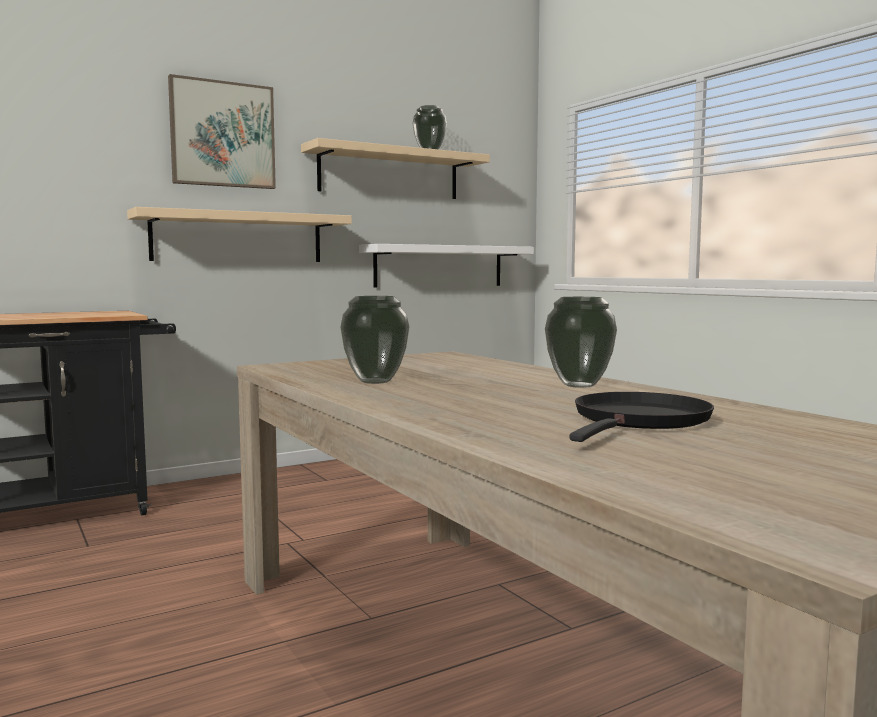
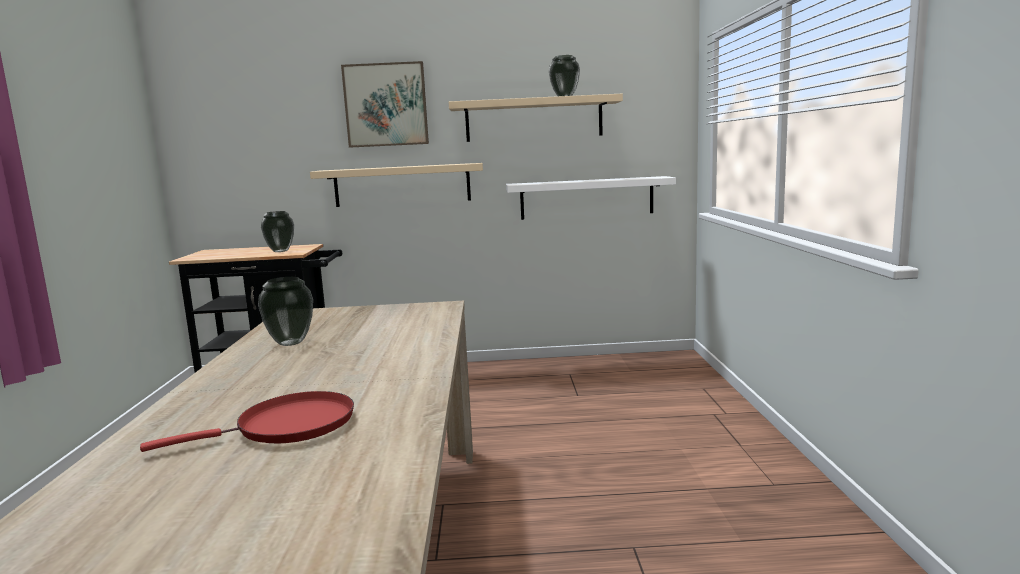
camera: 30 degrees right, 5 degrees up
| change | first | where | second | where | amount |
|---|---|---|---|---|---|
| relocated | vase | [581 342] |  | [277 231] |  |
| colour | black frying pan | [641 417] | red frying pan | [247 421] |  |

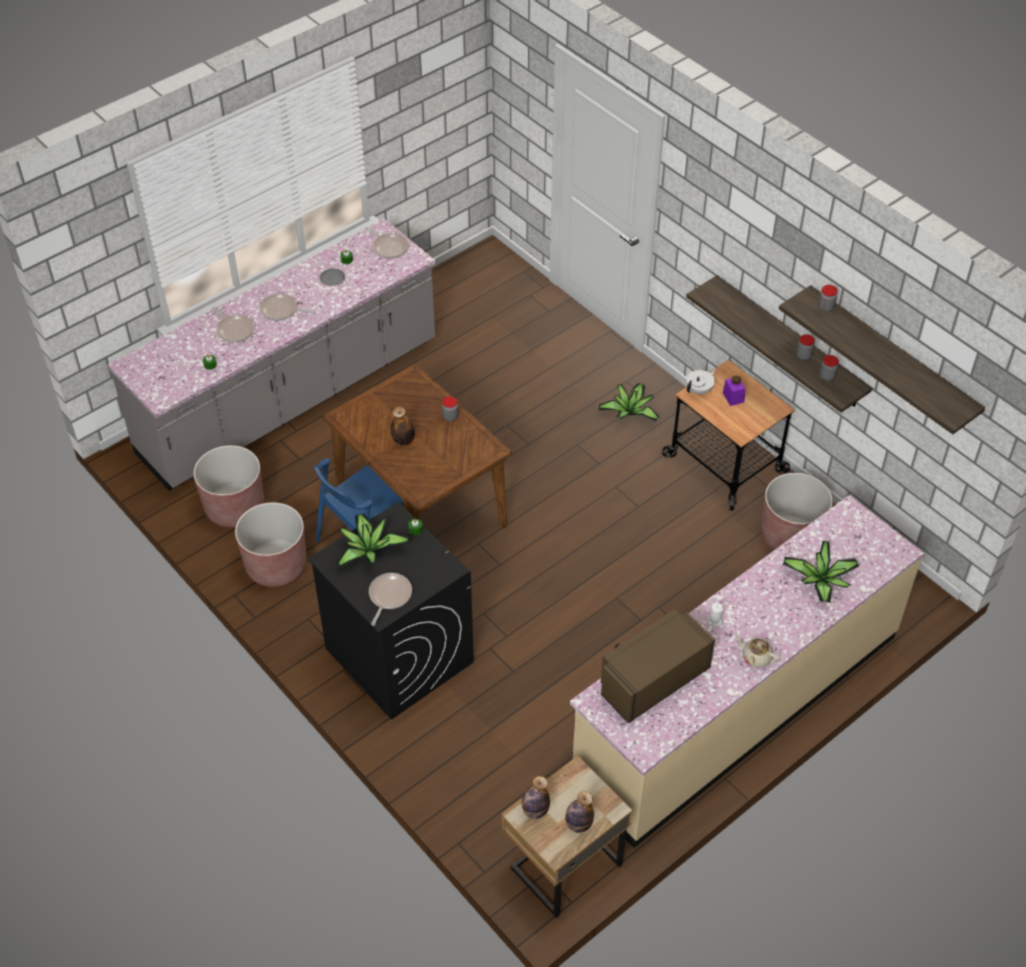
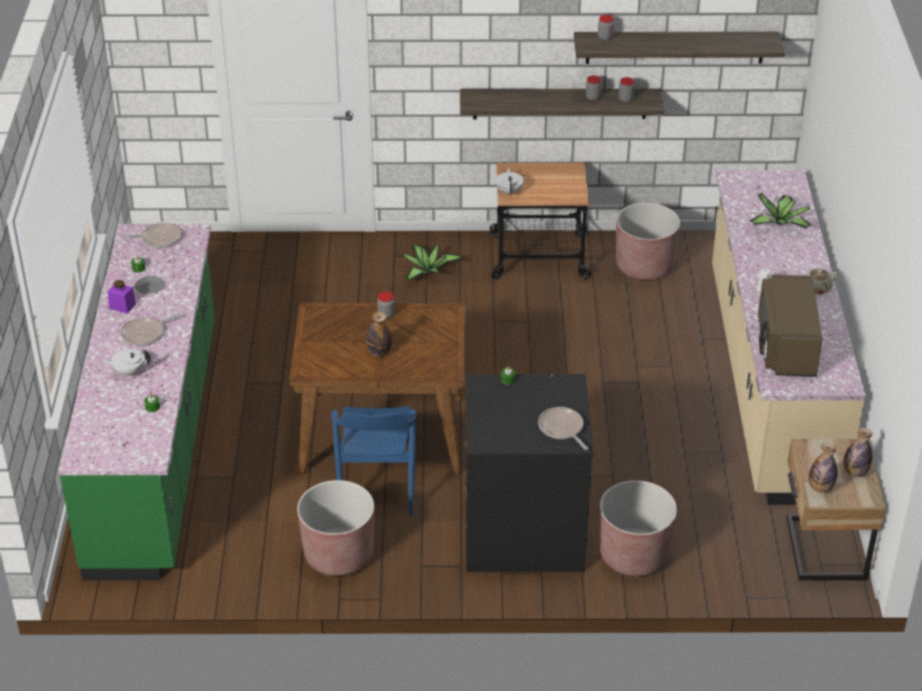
camera: 50 degrees left, 10 degrees down
| change | first | where | second | where | amount |
|---|---|---|---|---|---|
| colour | grey counter | [271 355] | green counter | [137 402] |  |
| exchanged | frying pan | [233 324] | white teapot | [126 363] |  |
| relocated | purple jar | [734 391] |  | [122 297] |  |
| relocated | brown planter | [228 486] |  | [638 528] |  |
| missing | potted plant | [372 541] |  |  |  |

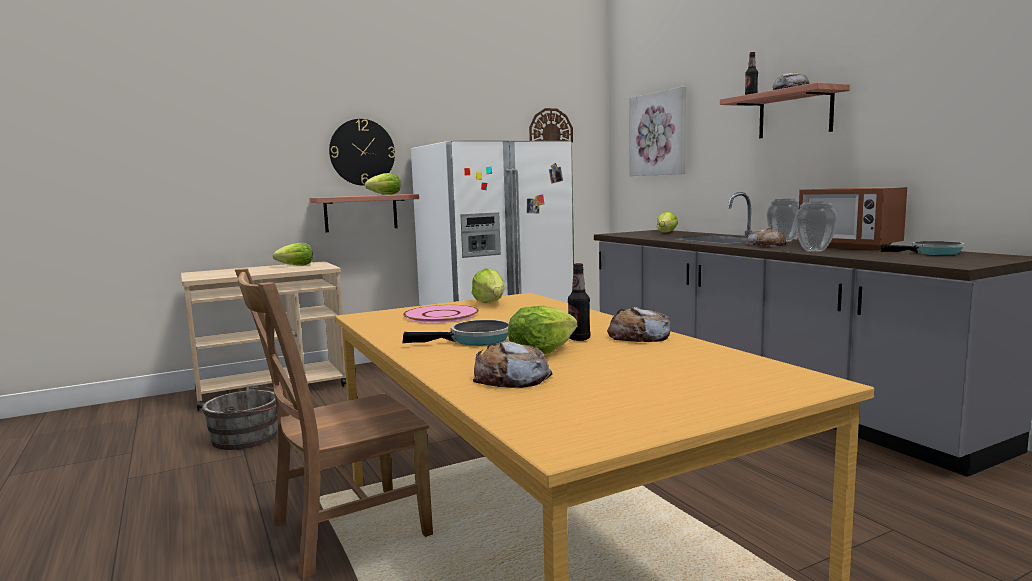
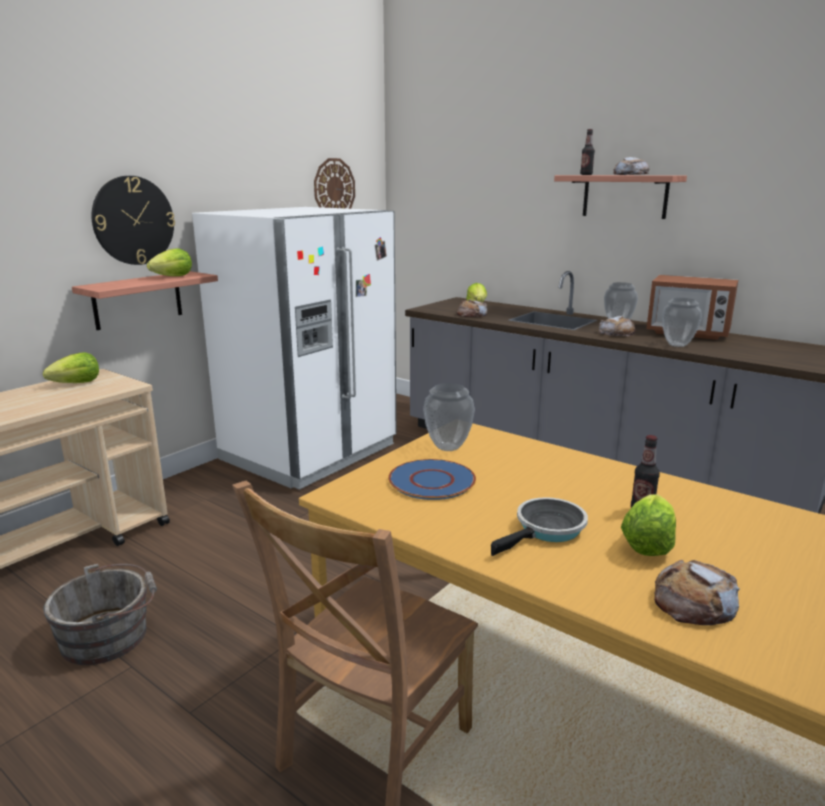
camera: 25 degrees left, 10 degrees up
| change | first | where | second | where | amount |
|---|---|---|---|---|---|
| missing | picture | [657 131] |  |  |  |
| missing | frying pan | [923 248] |  |  |  |
| exchanged | lettuce | [488 285] | vase | [449 417] |  |
| colour | pink plate | [441 314] | blue plate | [432 479] |  |
| relocated | bread | [638 324] |  | [472 308] |  |

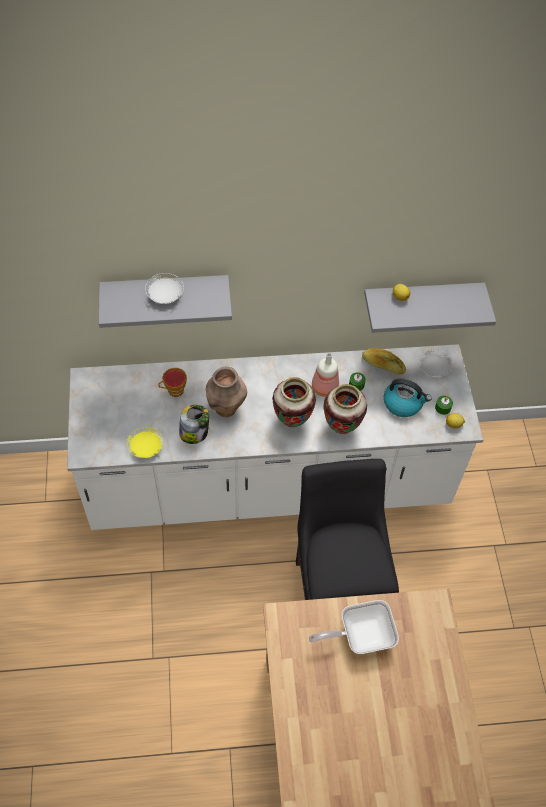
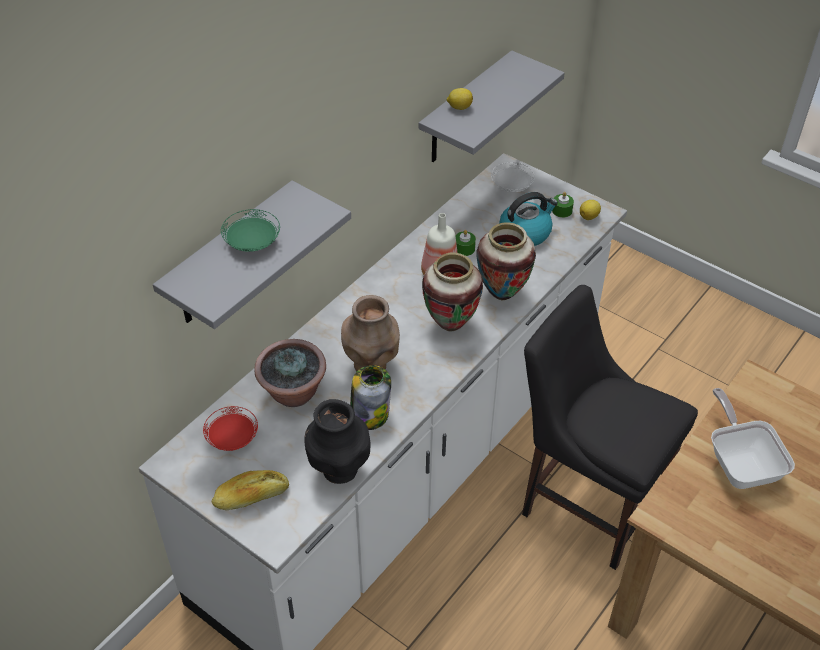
camera: 45 degrees left, 10 degrees down
| change | first | where | second | where | amount |
|---|---|---|---|---|---|
| colour | white plate | [164 288] | green plate | [250 230] |  |
| relocated | bread | [384 361] |  | [250 490] |  |
| exchanged | cup | [172 382] | potted plant | [290 373] |  |
| exchanged | yellow plate | [145 442] | black vase | [337 441] |  |
| spun | frying pan | [354 627] |  | [753 438] | 135 degrees clockwise |
| appeared |  |  | red plate | [230 428] |  |

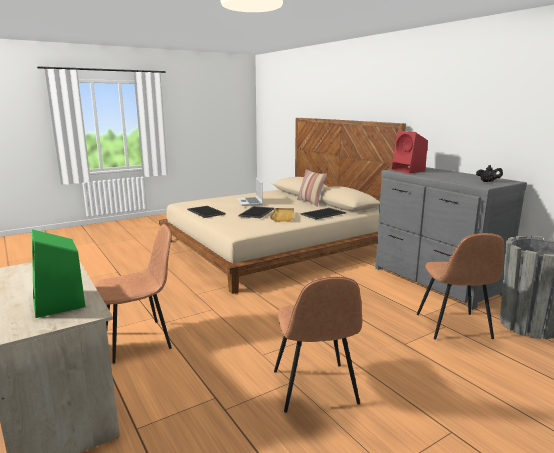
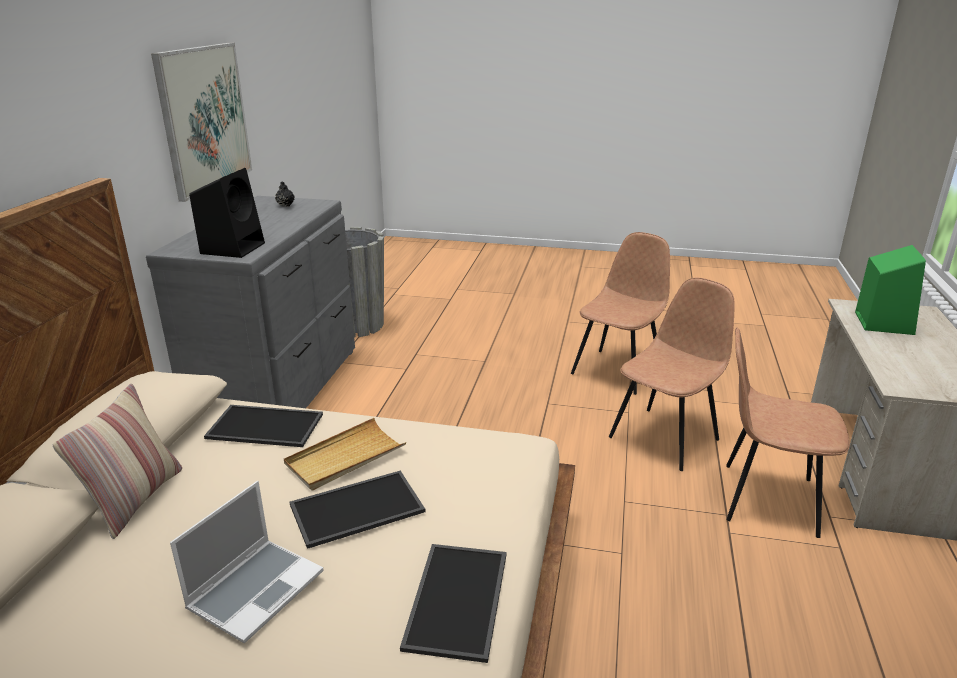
camera: 135 degrees left, 10 degrees up
| change | first | where | second | where | amount |
|---|---|---|---|---|---|
| colour | red speaker | [409 152] | black speaker | [227 213] |  |
| relocated | brown chair | [460 286] |  | [672 374] |  |
| appeared |  |  | picture | [201 122] |  |

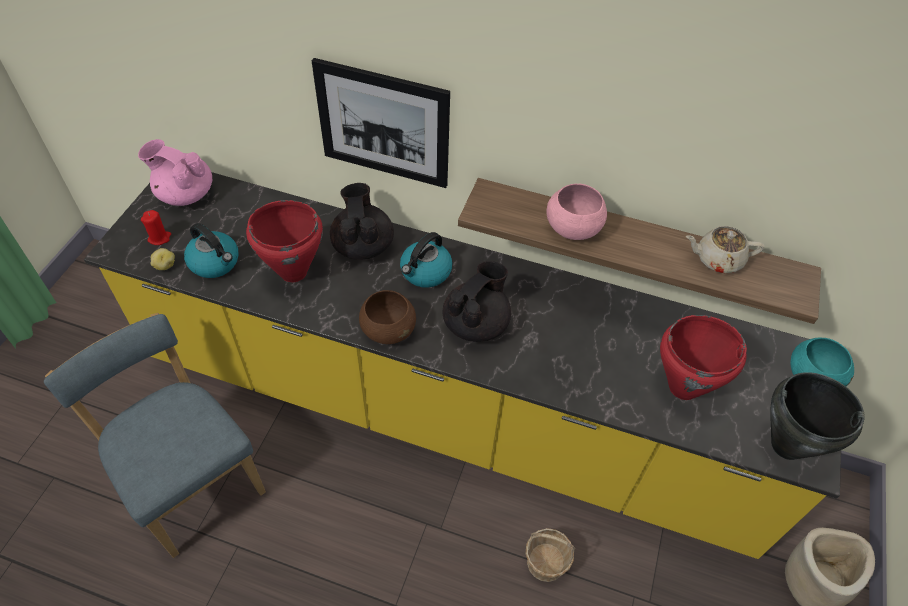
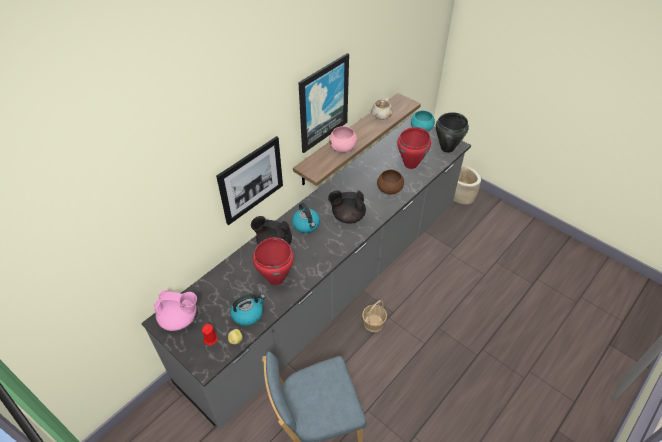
camera: 65 degrees left, 5 degrees down
| change | first | where | second | where | amount |
|---|---|---|---|---|---|
| spun | pink teapot | [175 172] |  | [175 310] | 135 degrees counterclockwise |
| colour | yellow counter | [462 365] | grey counter | [306 273] |  |
| spun | black teapot | [476 301] |  | [347 207] | 60 degrees counterclockwise |
| relocated | brown bowl | [387 317] |  | [390 182] |  |
| relocated | basket | [550 555] |  | [374 316] |  |
| appeared |  |  | picture | [323 103] |  |

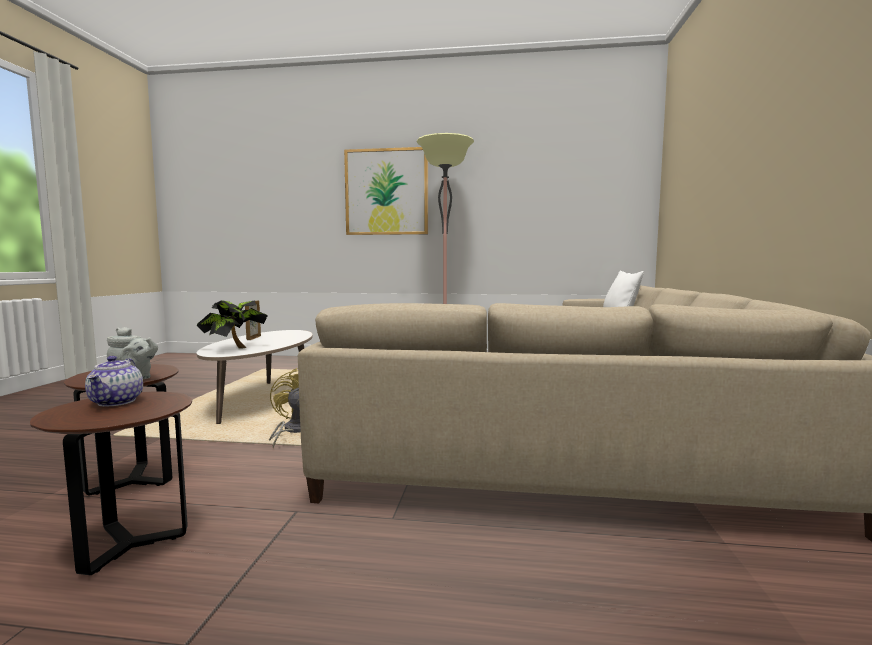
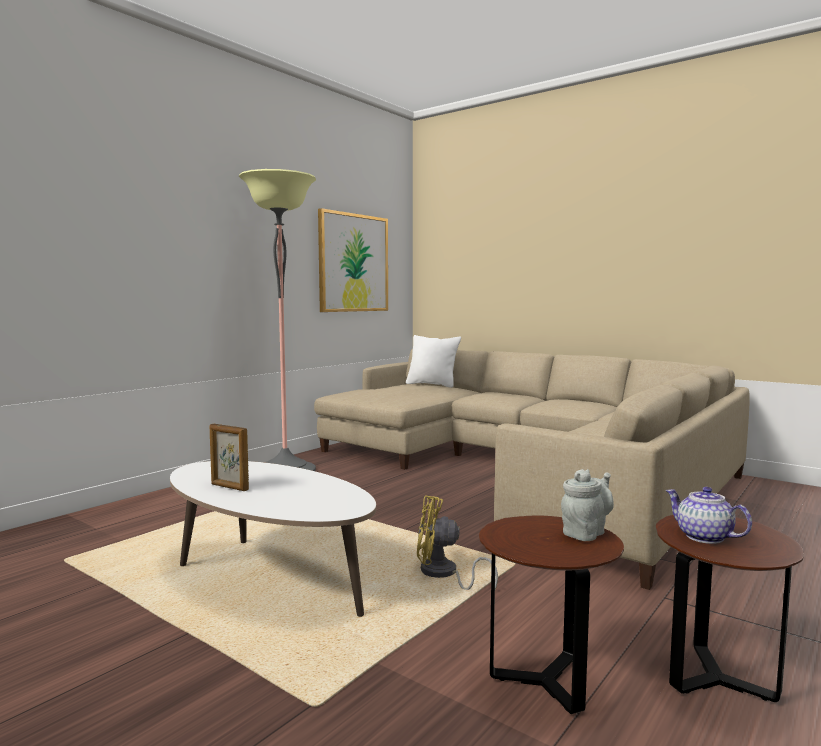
camera: 60 degrees left, 0 degrees up
| change | first | where | second | where | amount |
|---|---|---|---|---|---|
| relocated | picture | [386 191] |  | [353 260] |  |
| missing | potted plant | [232 324] |  |  |  |
| spun | teapot | [114 381] |  | [709 515] | 150 degrees counterclockwise |

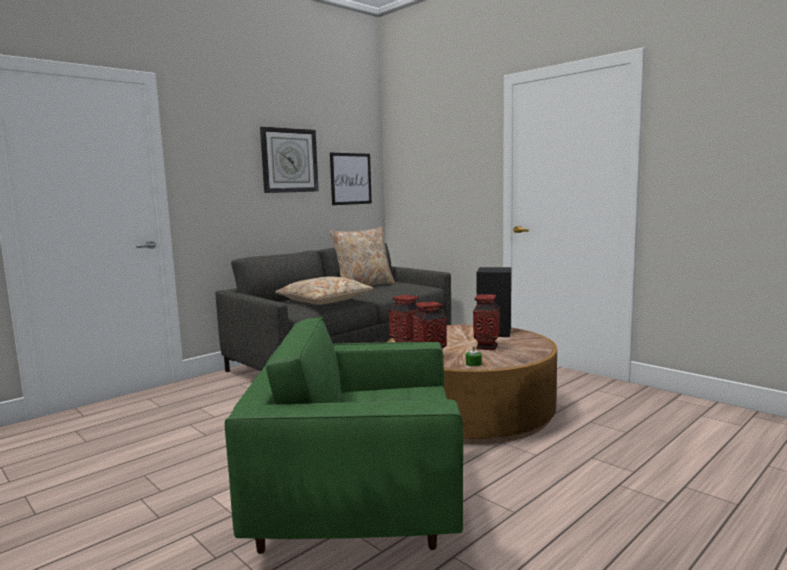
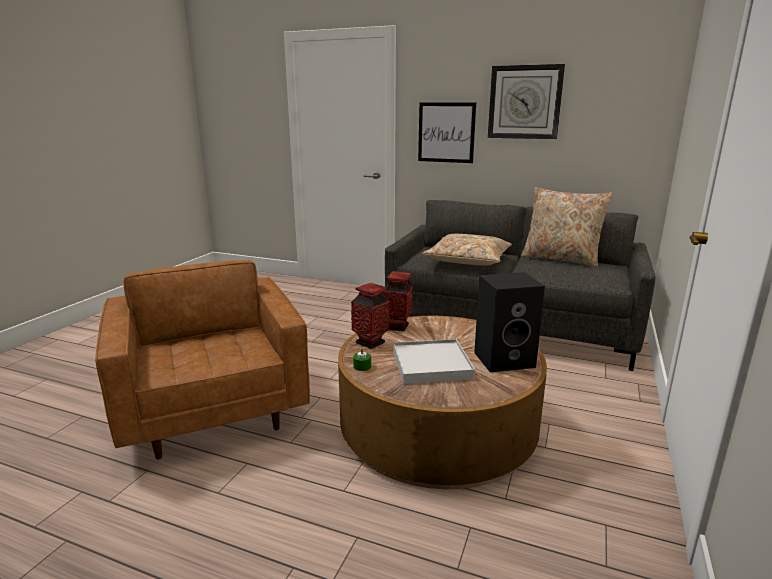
camera: 65 degrees right, 10 degrees up
| change | first | where | second | where | amount |
|---|---|---|---|---|---|
| relocated | picture | [351 179] |  | [447 133] |  |
| exchanged | vase | [486 322] | white tray | [434 361] |  |
| colour | green armchair | [344 435] | brown armchair | [202 360] |  |

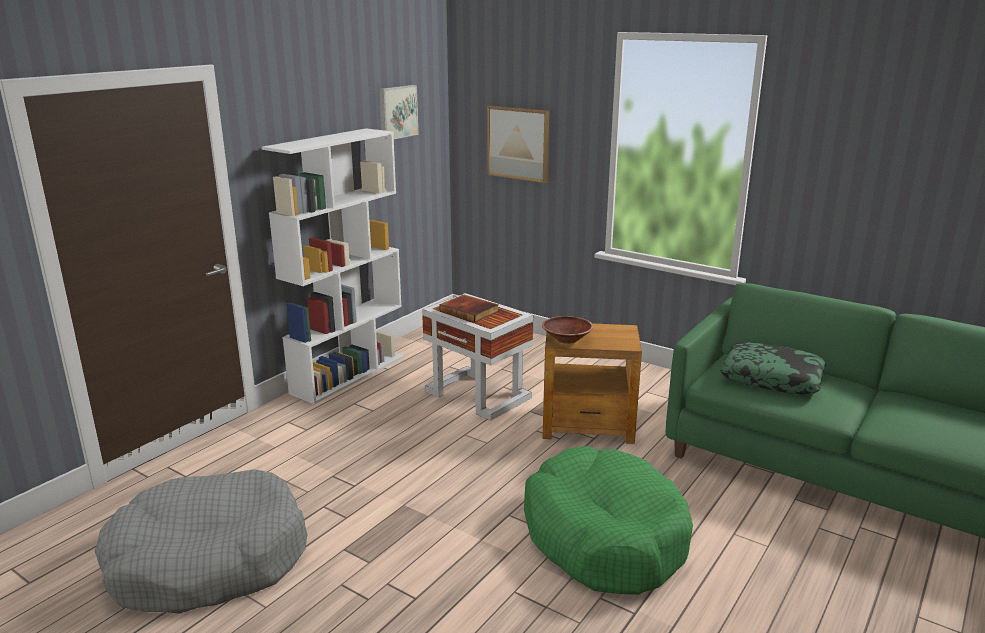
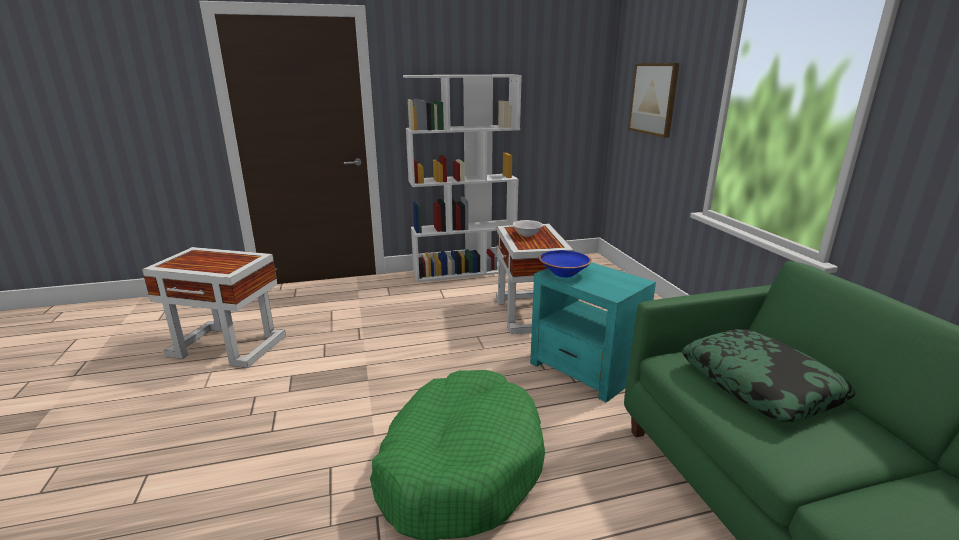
camera: 40 degrees right, 0 degrees up
| change | first | where | second | where | amount |
|---|---|---|---|---|---|
| missing | picture | [399 112] |  |  |  |
| exchanged | book | [469 308] | white bowl | [527 228] |  |
| colour | brown bowl | [567 330] | blue bowl | [565 263] |  |
| colour | brown side table | [592 383] | turquoise side table | [593 332] |  |
| exchanged | grey dog bed | [201 541] | white side table | [214 307] |  |

